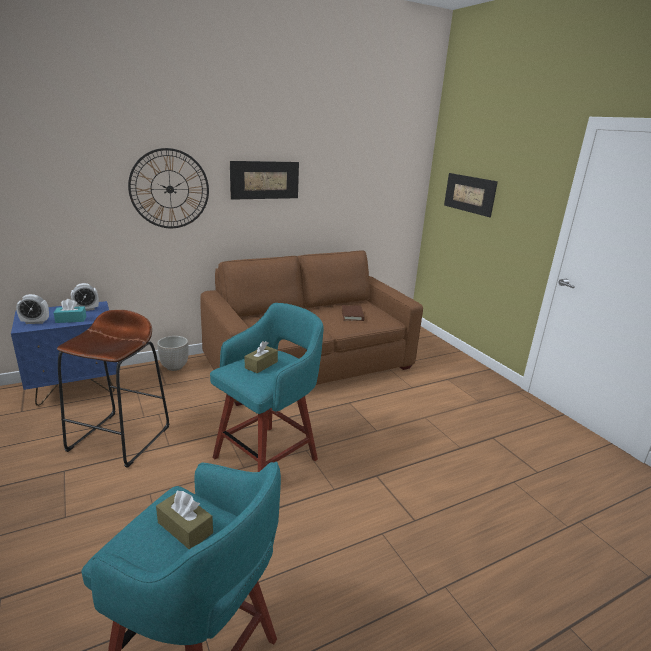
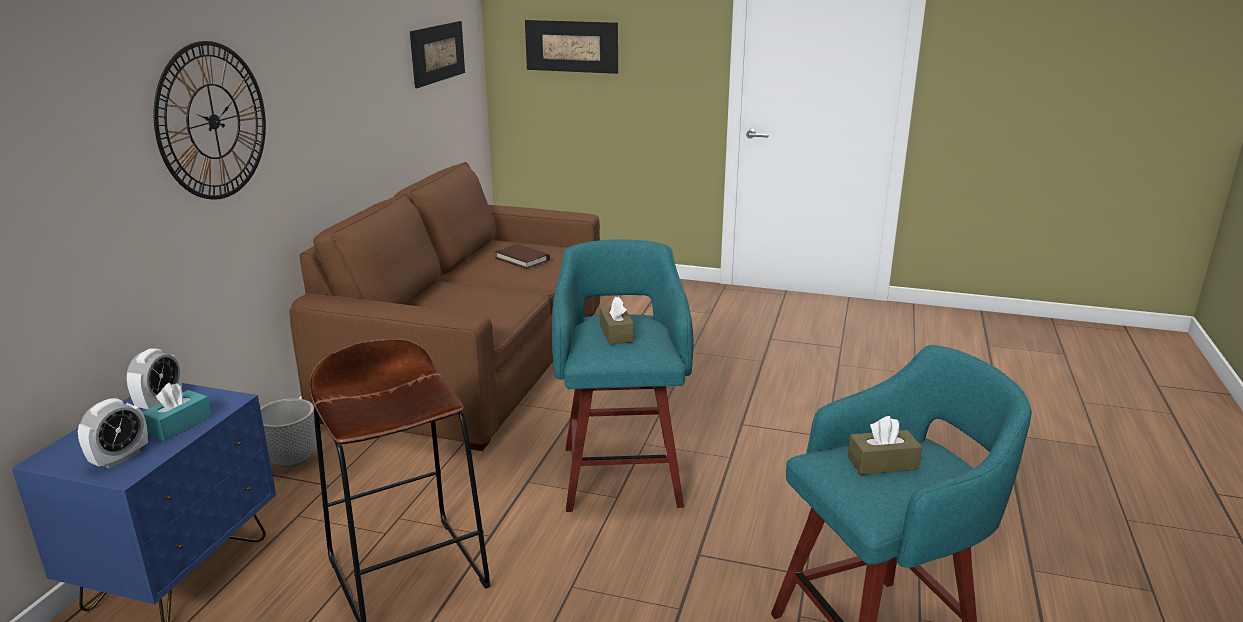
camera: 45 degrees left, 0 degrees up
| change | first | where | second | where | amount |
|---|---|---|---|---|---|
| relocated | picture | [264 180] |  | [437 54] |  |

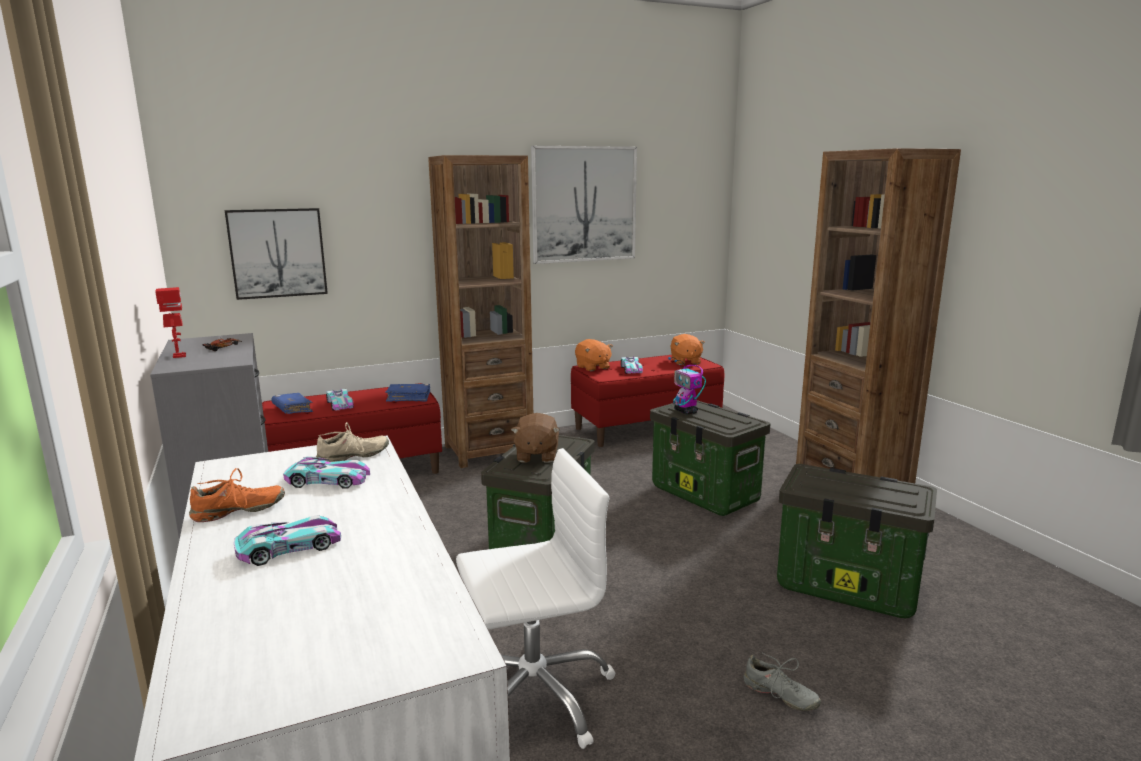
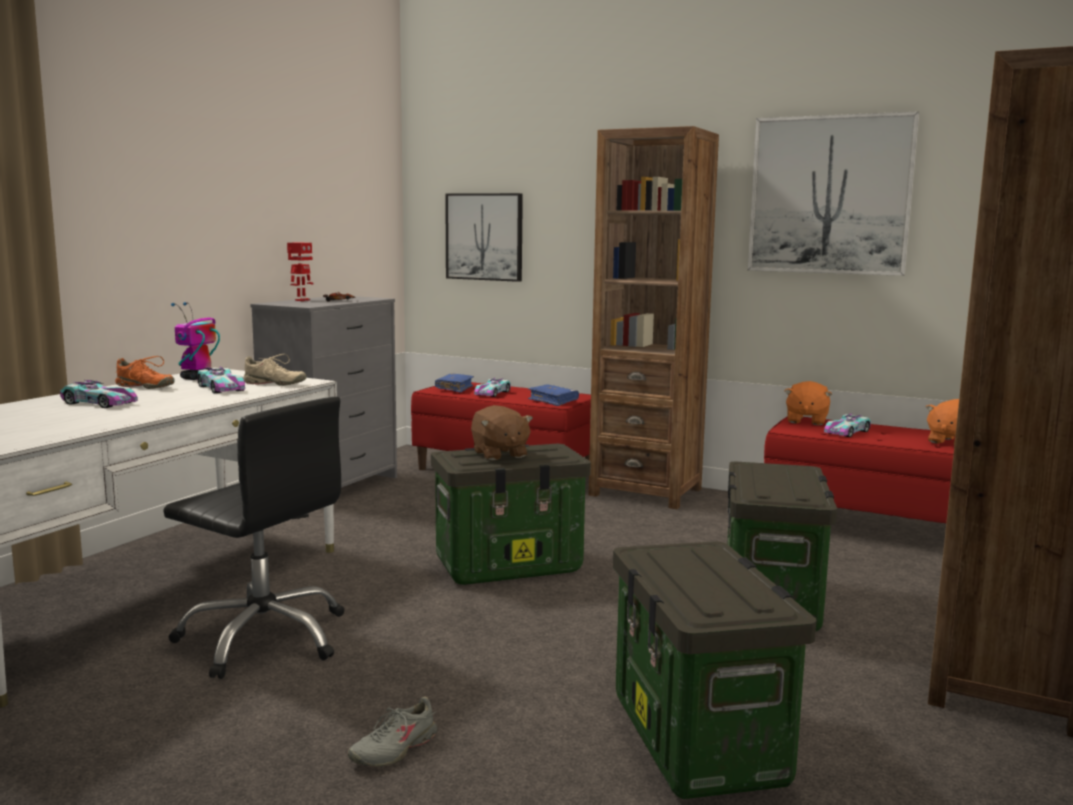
camera: 50 degrees right, 5 degrees down
| change | first | where | second | where | amount |
|---|---|---|---|---|---|
| relocated | toy robot | [687 385] |  | [195 341] |  |
| spun | brown plush toy | [535 437] |  | [502 432] | 75 degrees counterclockwise |
| colour | white office chair | [535 598] | black office chair | [254 538] |  |
| spun | grey shoe | [782 682] |  | [392 731] | 45 degrees clockwise |

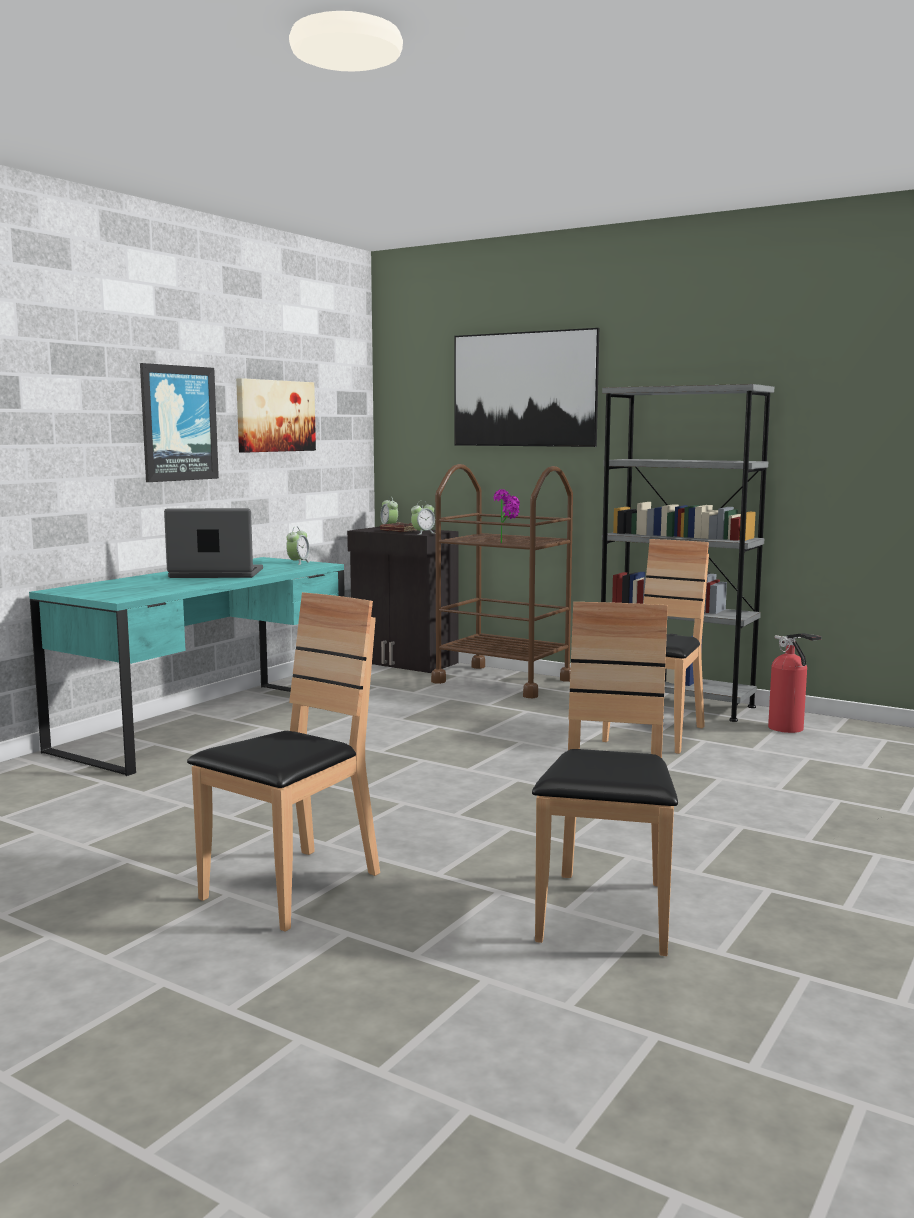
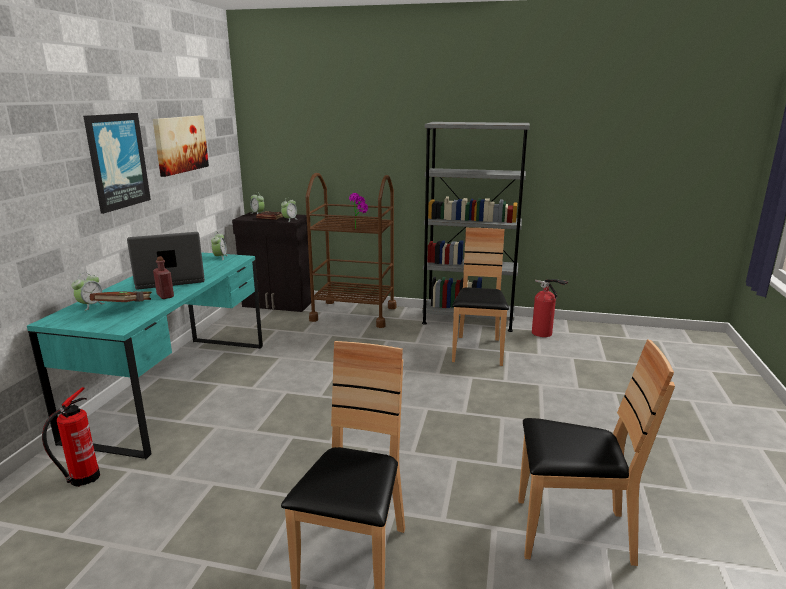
camera: 20 degrees left, 10 degrees up
| change | first | where | second | where | amount |
|---|---|---|---|---|---|
| missing | picture | [527 387] |  |  |  |
| spun | brown chair | [605 779] |  | [596 452] | 105 degrees clockwise |
| appeared |  |  | red bottle | [163 277] |  |
| appeared |  |  | alarm clock | [88 292] |  |
| appeared |  |  | brown book | [121 296] |  |
| appeared |  |  | fire extinguisher | [71 437] |  |

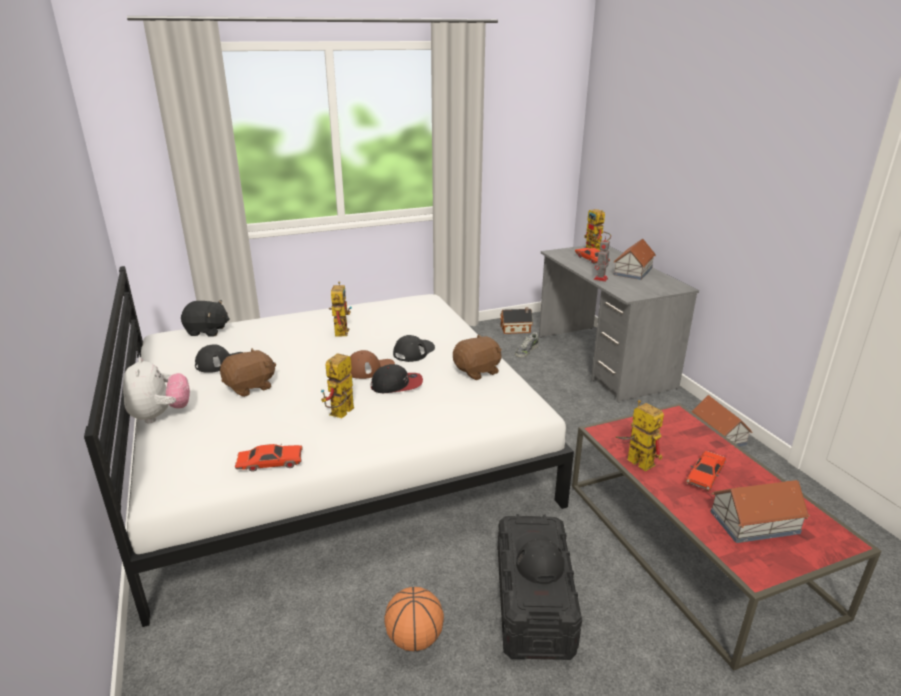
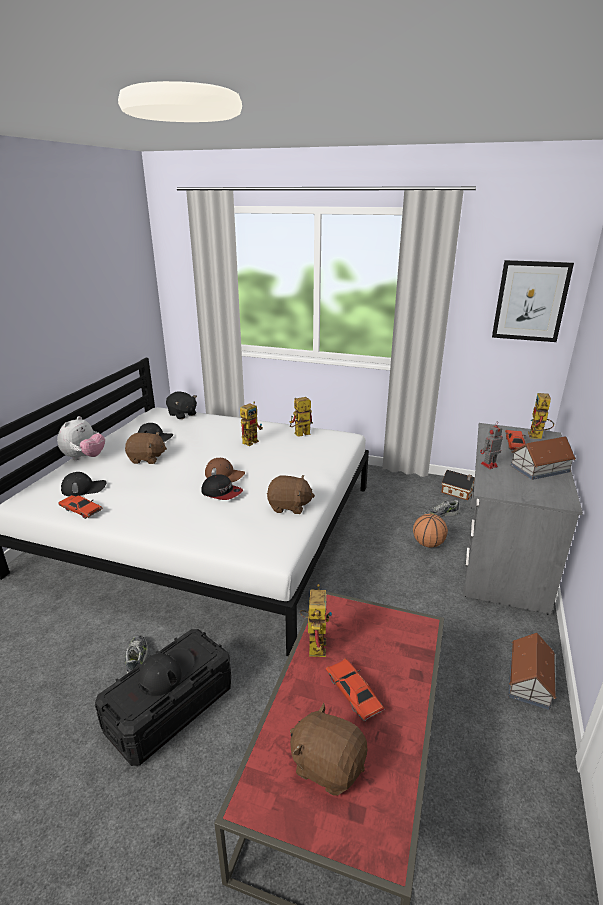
camera: 40 degrees right, 0 degrees up
| change | first | where | second | where | amount |
|---|---|---|---|---|---|
| relocated | black cap | [414 348] |  | [83 484] |  |
| relocated | toy robot | [337 385] |  | [301 417] |  |
| spun | red toy car | [706 471] |  | [355 690] | 75 degrees clockwise |
| exchanged | toy house | [760 511] | brown plush toy | [328 749] |  |
| relocated | basketball | [414 619] |  | [430 531] |  |
| appeared |  |  | picture | [533 301] |  |
| appeared |  |  | shoe | [136 654] |  |

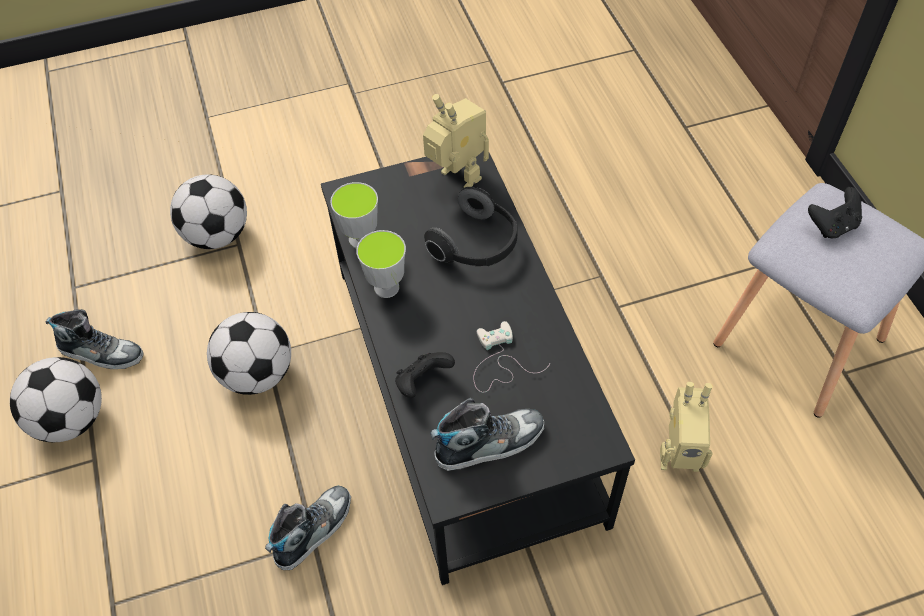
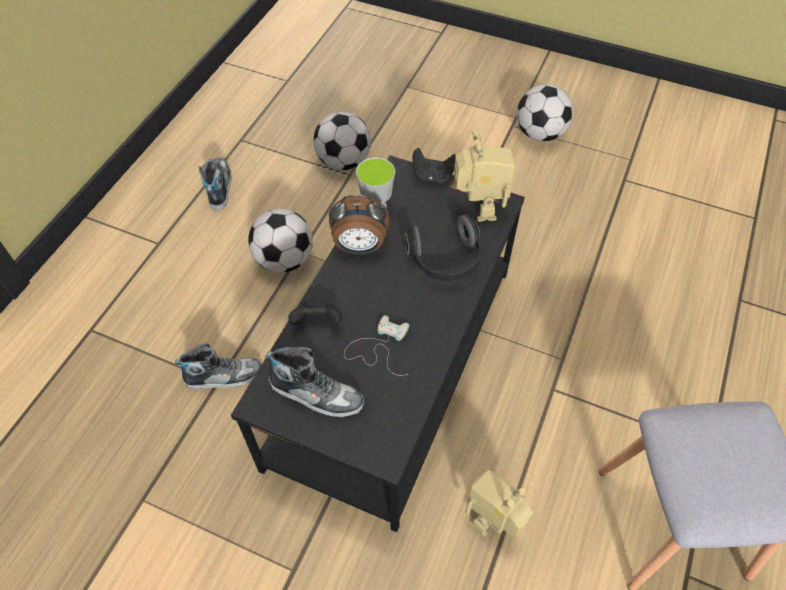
camera: 40 degrees right, 0 degrees up
| change | first | where | second | where | amount |
|---|---|---|---|---|---|
| relocated | black game controller | [835 212] |  | [434 166] |  |
| exchanged | cup | [381 264] | alarm clock | [359 224] |  |
| spun | shoe | [94 339] |  | [215 184] | 150 degrees counterclockwise |
| relocated | football | [56 399] |  | [545 112] |  |
| spun | toy robot | [686 427] |  | [499 503] | 90 degrees clockwise |

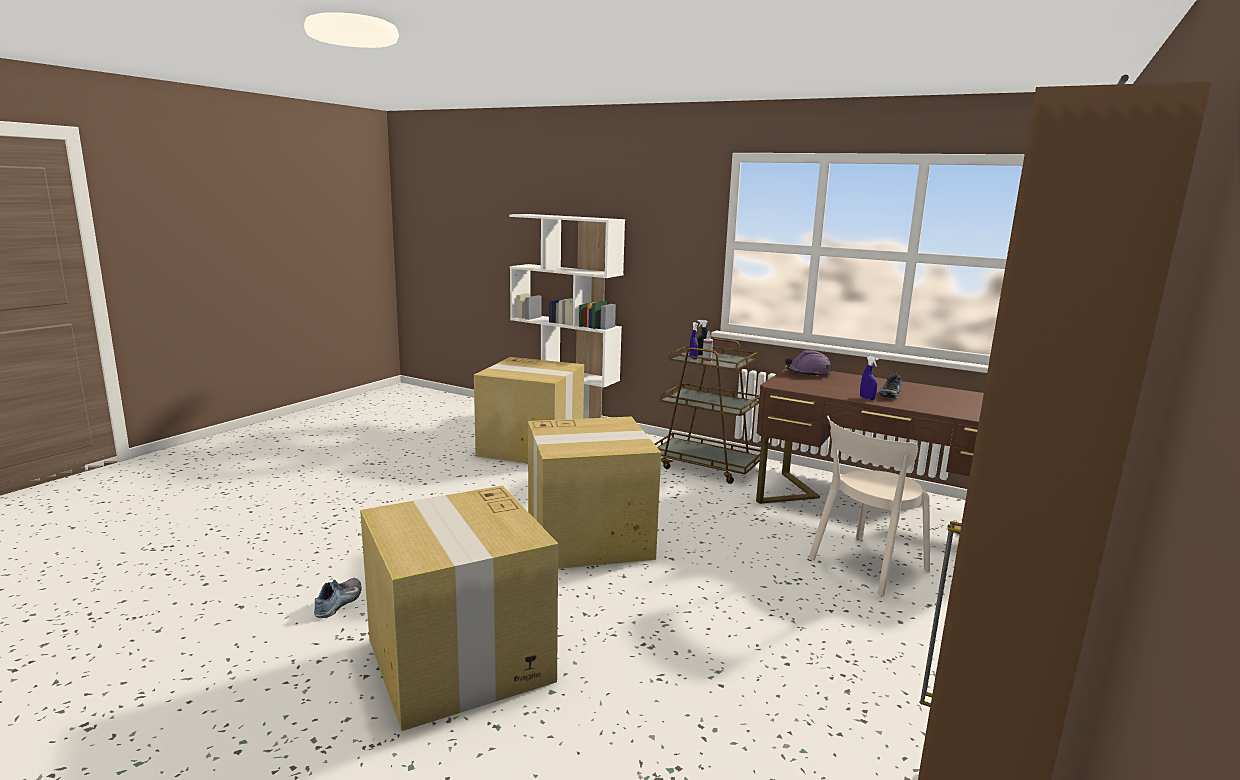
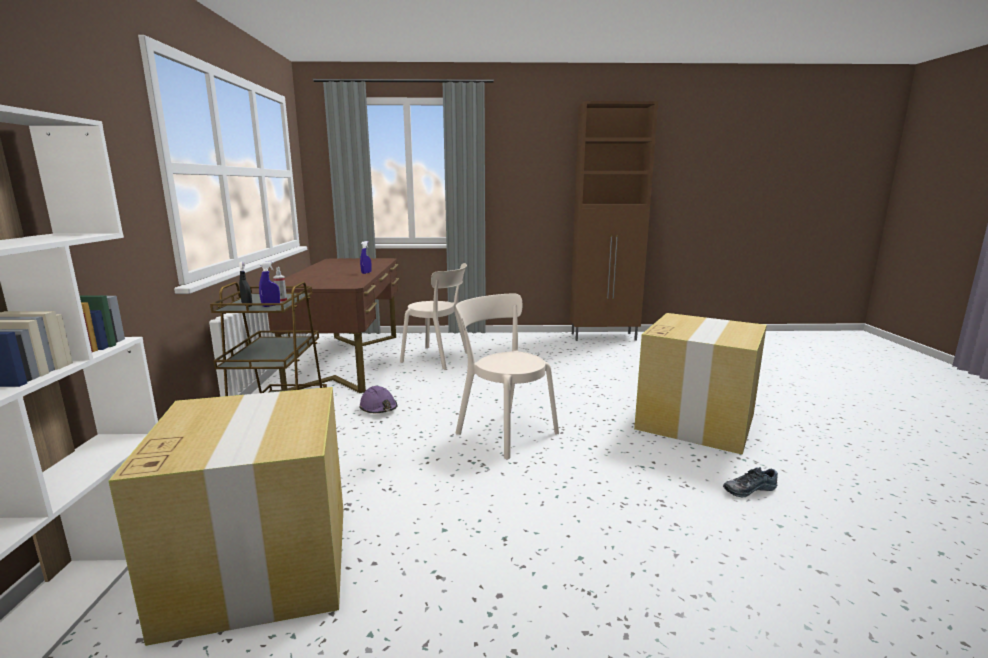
camera: 120 degrees left, 0 degrees up
| change | first | where | second | where | amount |
|---|---|---|---|---|---|
| relocated | purple hard hat | [808 363] |  | [378 399] |  |
| missing | shoe | [890 386] |  |  |  |
| exchanged | cardboard box | [594 492] | beige chair | [507 377] |  |

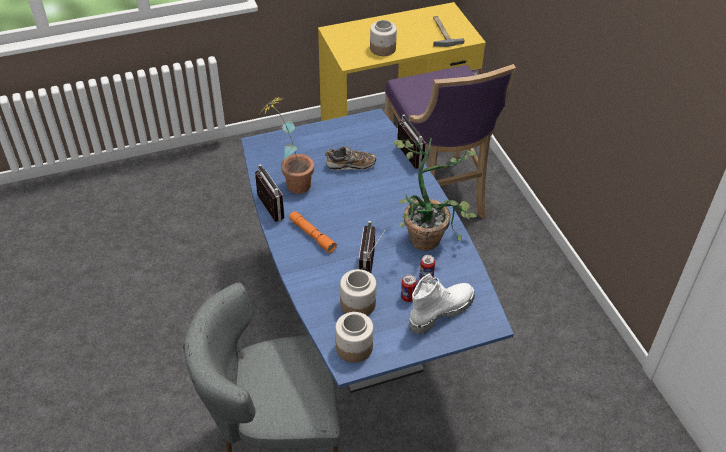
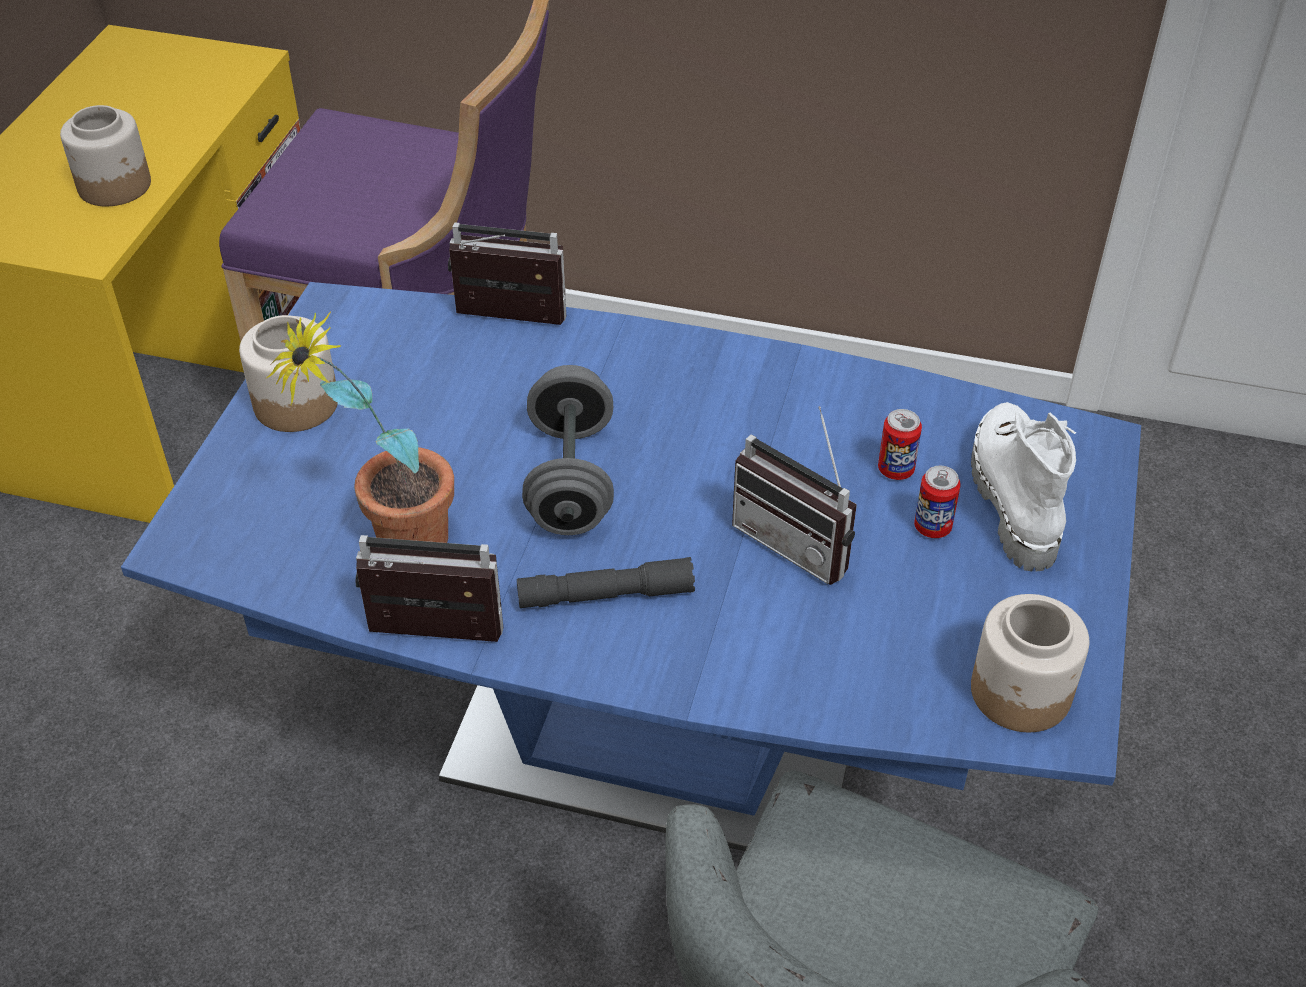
camera: 55 degrees left, 0 degrees up
| change | first | where | second | where | amount |
|---|---|---|---|---|---|
| missing | hammer | [449 31] |  |  |  |
| missing | potted plant | [435 194] |  |  |  |
| missing | shoe | [350 158] |  |  |  |
| colour | orange flashlight | [313 232] | grey flashlight | [606 582] |  |
| relocated | jar | [358 292] |  | [288 373] |  |
| appeared |  |  | grey dumbbell | [568 450] |  |

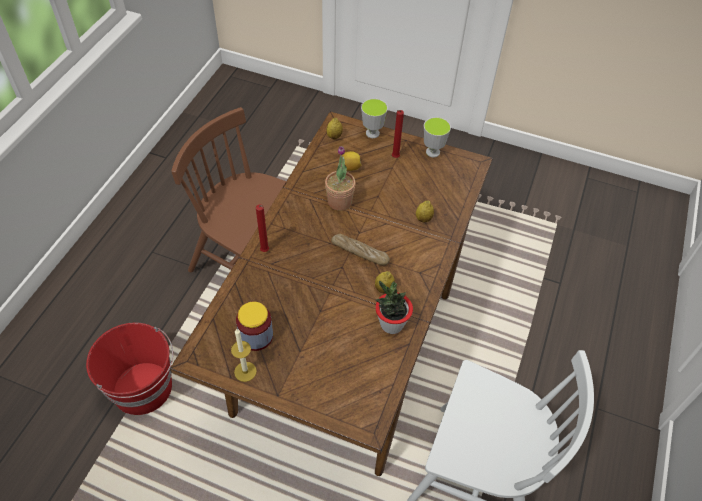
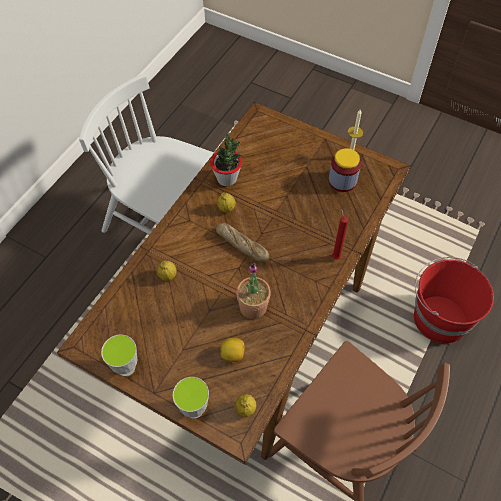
camera: 170 degrees left, 5 degrees up
| change | first | where | second | where | amount |
|---|---|---|---|---|---|
| missing | red candle | [398 134] |  |  |  |

